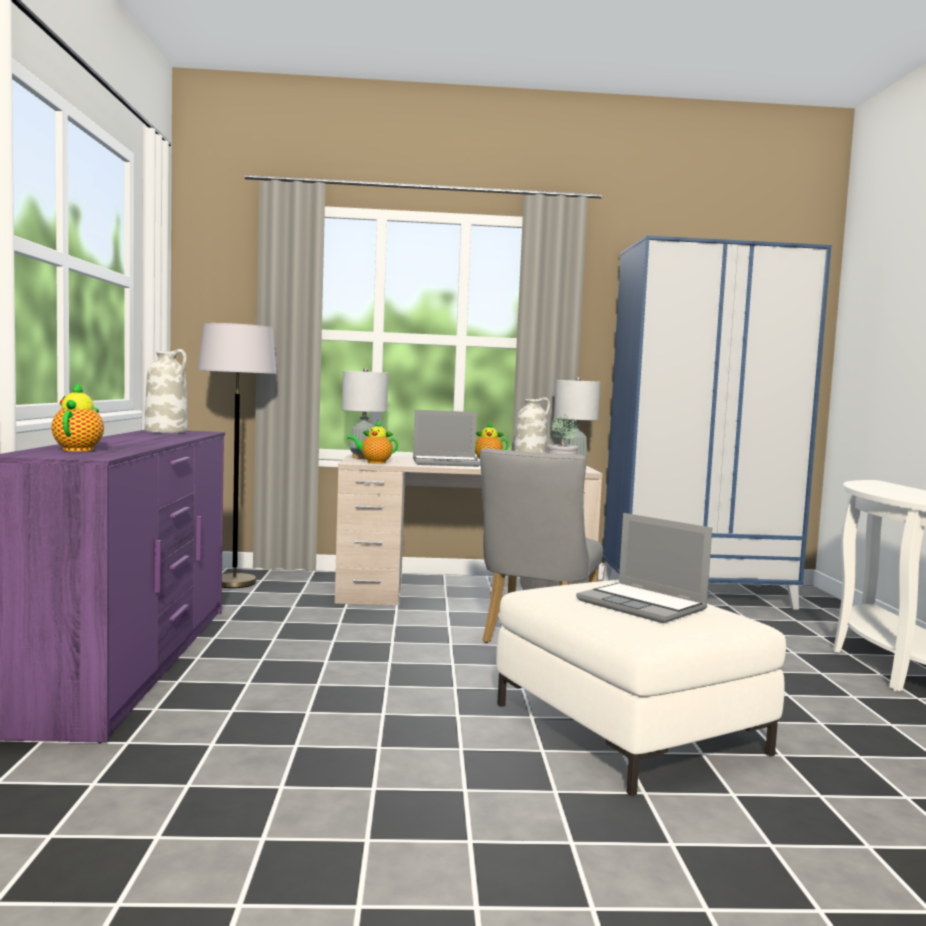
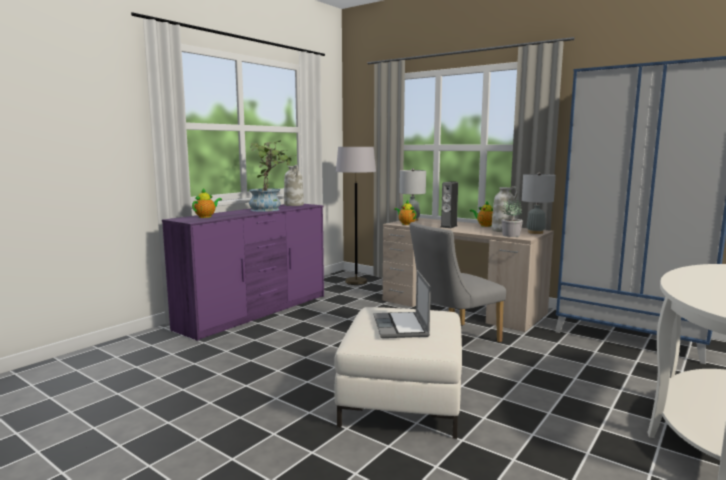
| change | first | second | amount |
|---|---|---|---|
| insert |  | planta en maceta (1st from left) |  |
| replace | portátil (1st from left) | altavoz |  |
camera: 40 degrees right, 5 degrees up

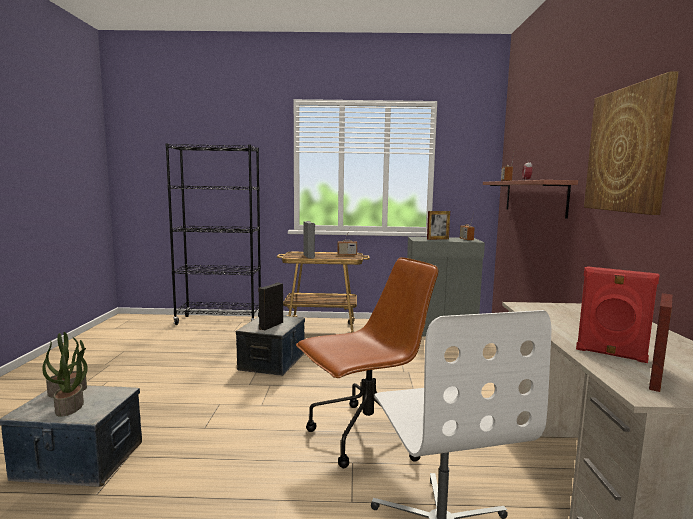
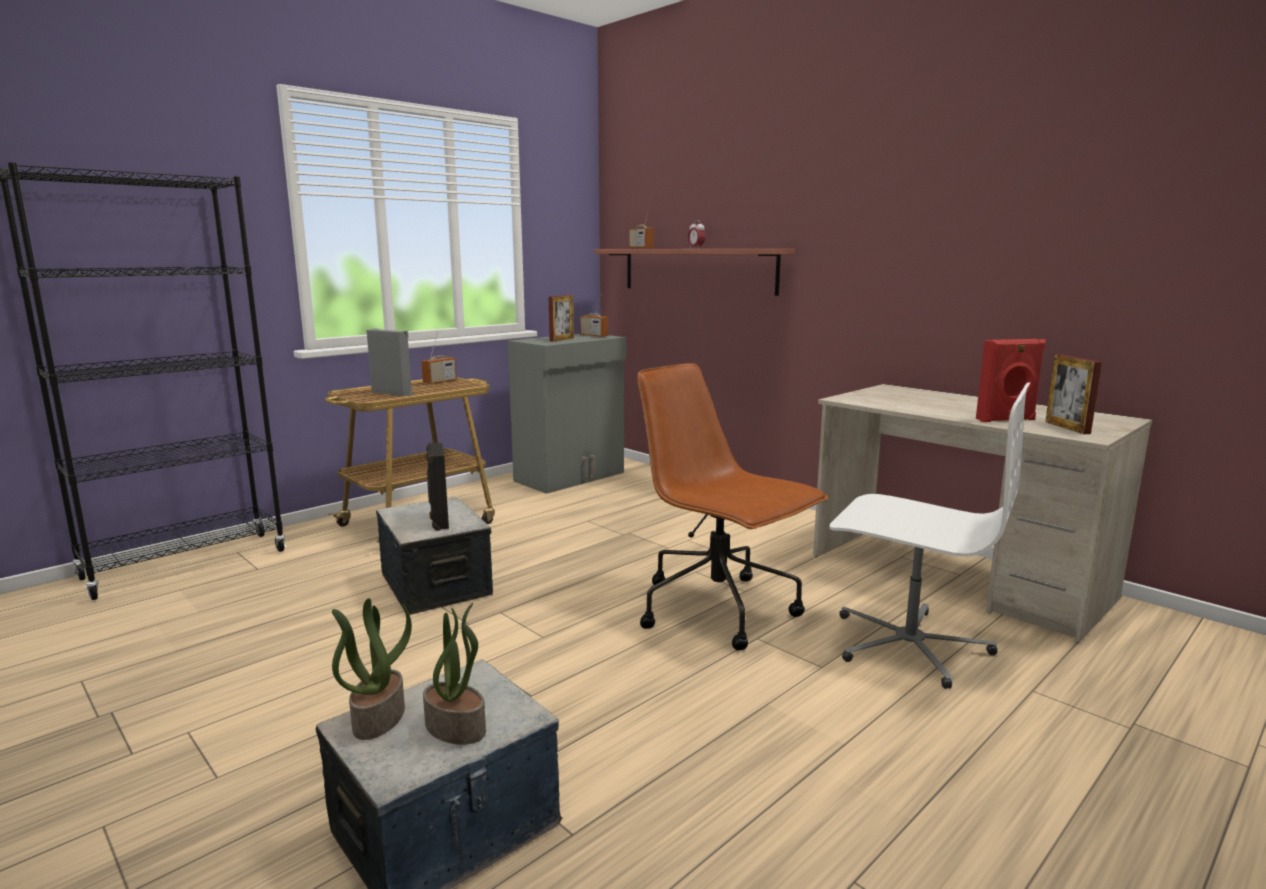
| change | first | second | amount |
|---|---|---|---|
| rotate | silla de oficina [marrón] |  | 60 degrees counterclockwise |
| delete | cuadro |  |  |
camera: 45 degrees left, 5 degrees up

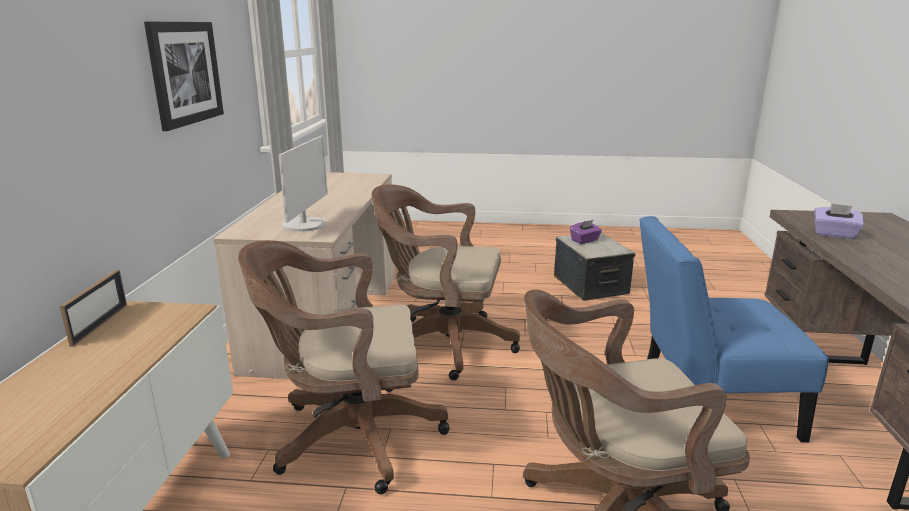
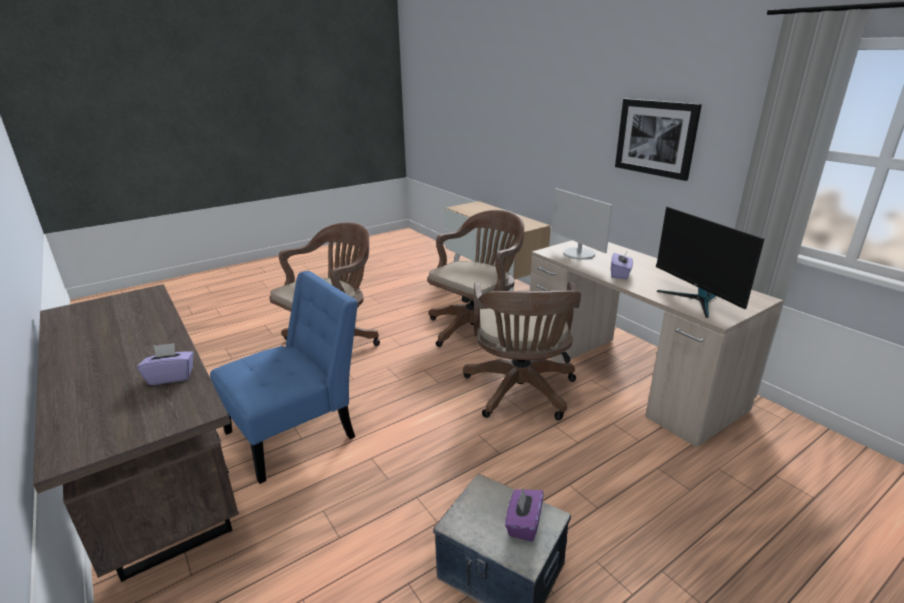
| change | first | second | amount |
|---|---|---|---|
| rotate | silla de oficina [marrón] (2nd from left in the first image) | silla de oficina [marrón] (3rd from left) | 120 degrees clockwise |
| insert |  | caja de pañuelos [morado] (3rd from left) |  |
| insert |  | monitor (2nd from left) |  |
| delete | portarretratos |  |  |
camera: 140 degrees right, 5 degrees up

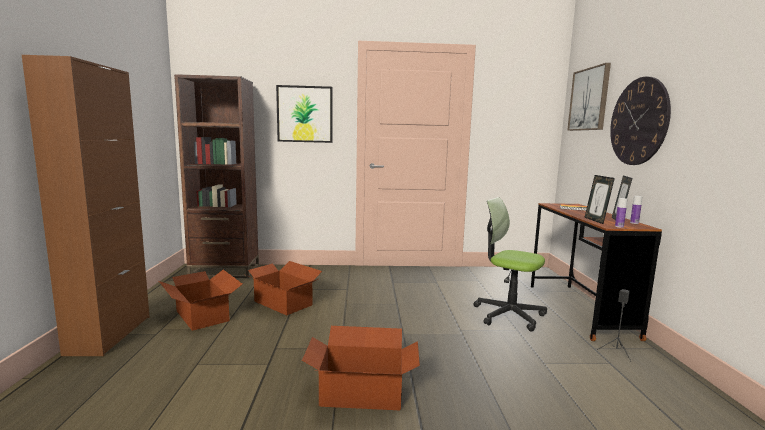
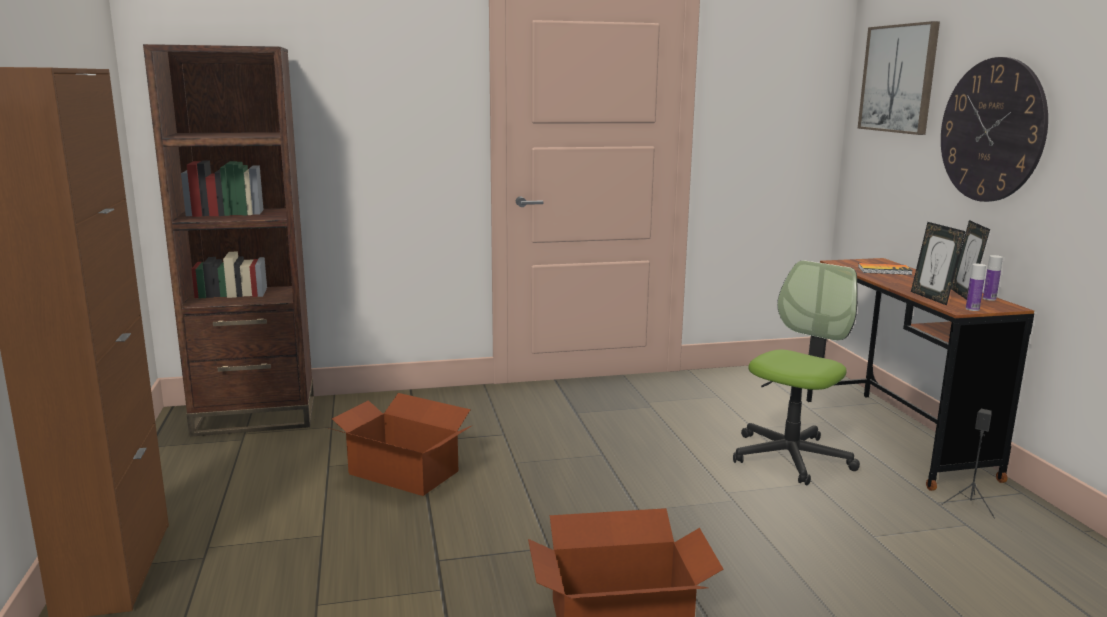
| change | first | second | amount |
|---|---|---|---|
| rotate | silla de oficina |  | 105 degrees clockwise |
| delete | caja de cartón (1st from left) |  |  |
| delete | cuadro (1st from left) |  |  |
camera: 10 degrees left, 5 degrees up

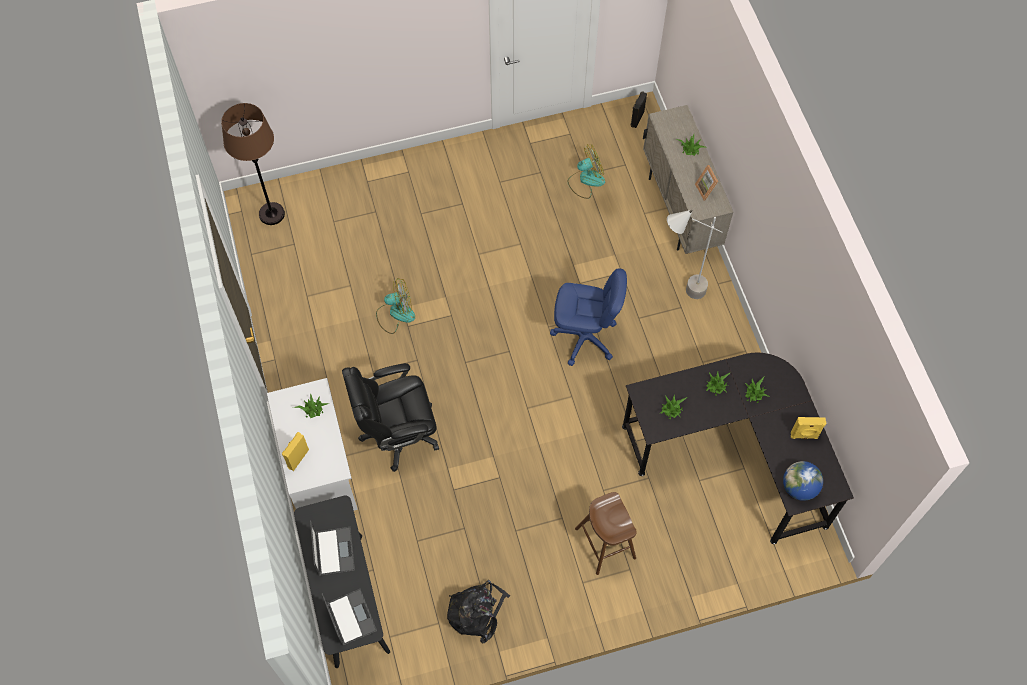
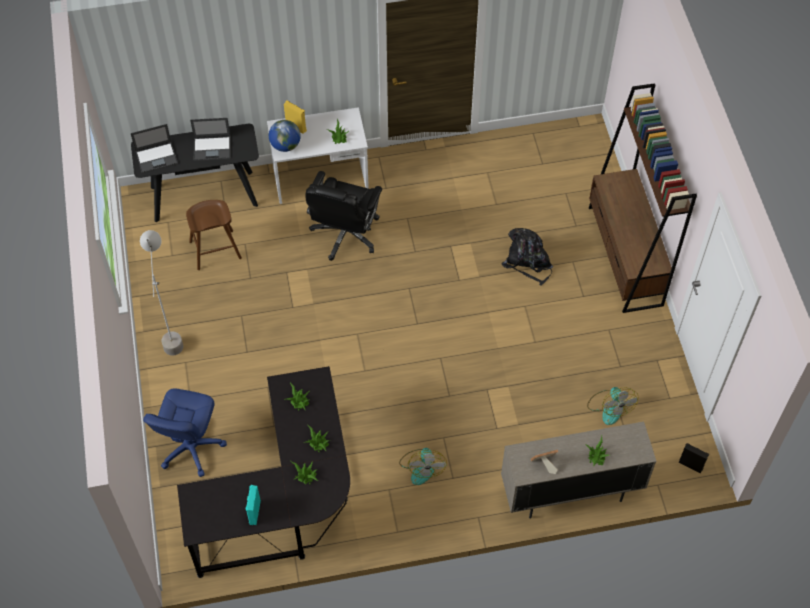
| change | first | second | amount |
|---|---|---|---|
| move | lámpara de pie [gris] |  |  |
| move | silla de oficina [azul] |  |  |
| move | taburete [marrón] |  |  |
| recolor | altavoz [amarillo] (2nd from left) | altavoz [turquesa] |  |
| move | globo terráqueo |  |  |
| rotate | silla de oficina [negro] |  | 150 degrees counterclockwise |
| move | ventilador (1st from left) |  |  |
| move | mochila [negro] |  |  |
| insert |  | estantería [marrón] |  |
| delete | lámpara de pie [marrón] |  |  |
camera: 95 degrees right, 5 degrees down

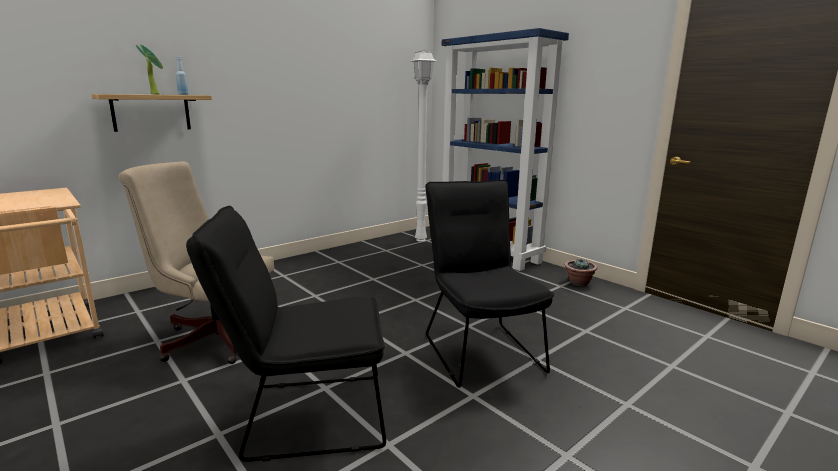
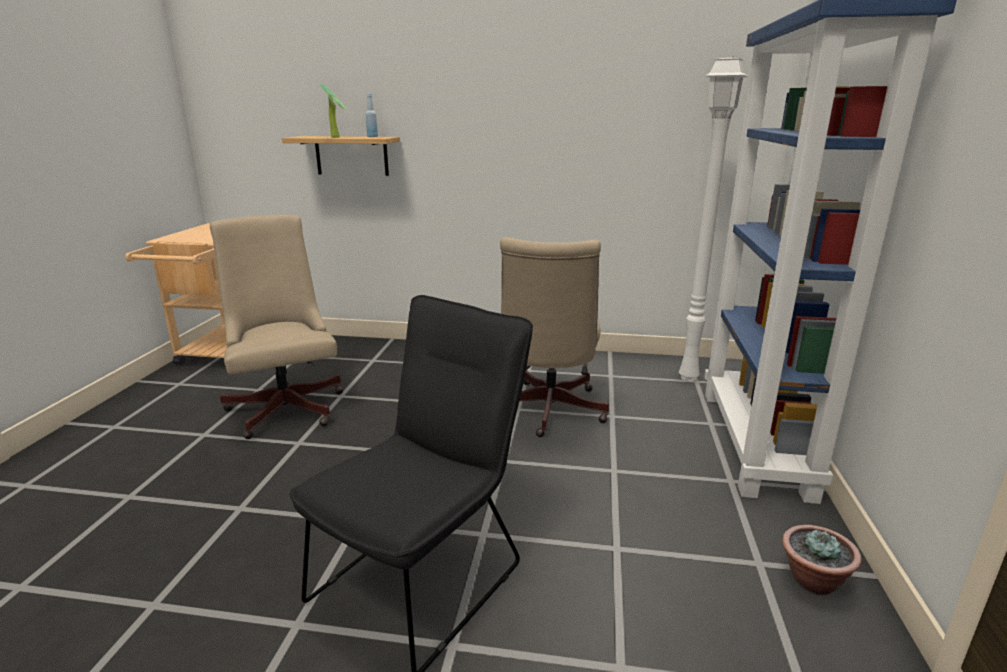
| change | first | second | amount |
|---|---|---|---|
| insert |  | silla de oficina [beis] (2nd from left) |  |
| delete | silla [negro] (1st from left) |  |  |
camera: 50 degrees right, 5 degrees up

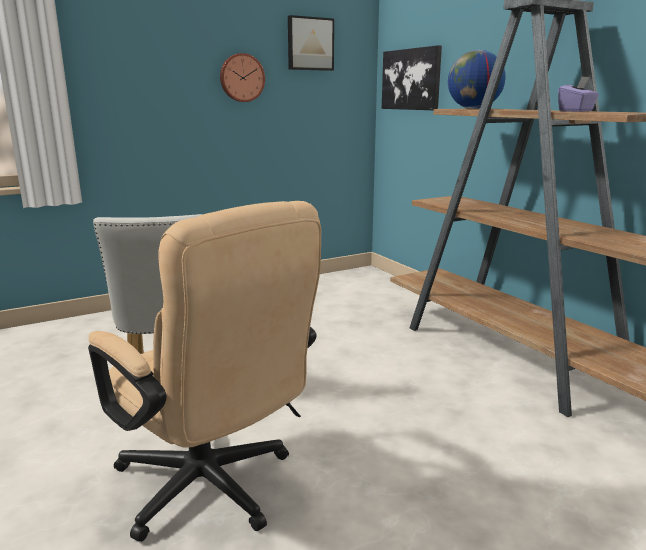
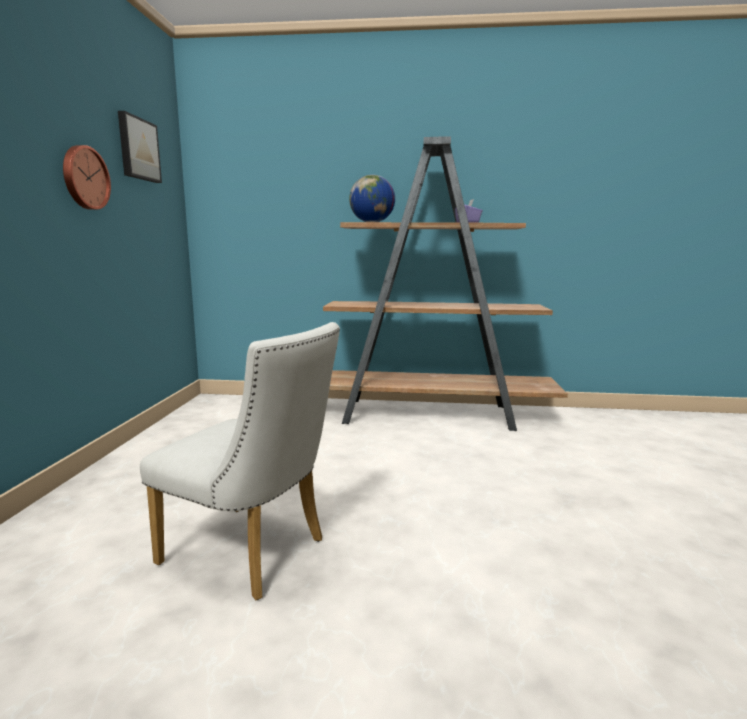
| change | first | second | amount |
|---|---|---|---|
| delete | silla de oficina [beis] |  |  |
| delete | cuadro (2nd from left) |  |  |
camera: 55 degrees left, 5 degrees down

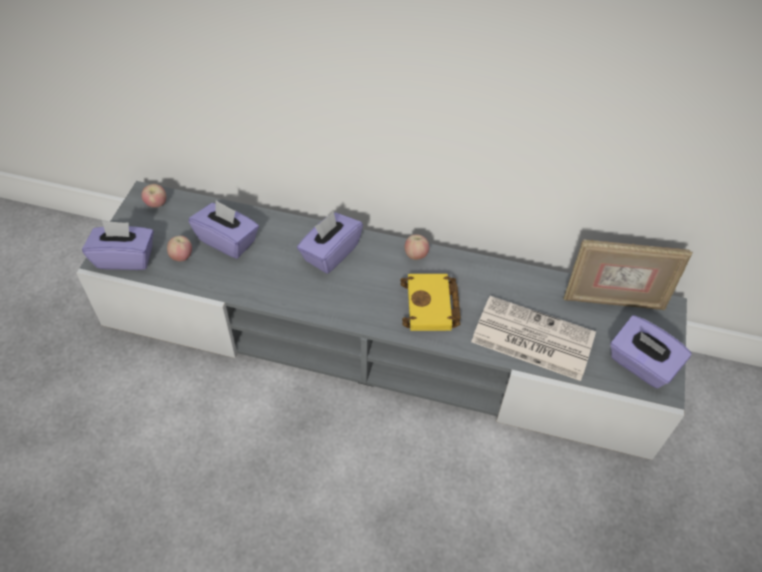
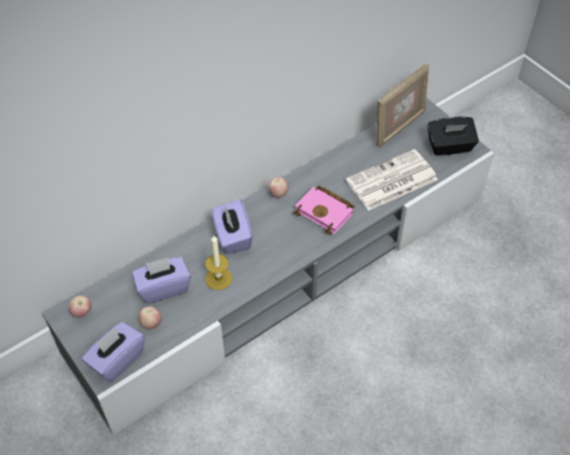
| change | first | second | amount |
|---|---|---|---|
| insert |  | vela |  |
| recolor | libro [amarillo] | libro [rosa] |  |
| recolor | caja de pañuelos [morado] (4th from left) | caja de pañuelos [negro] |  |
camera: 50 degrees left, 0 degrees up

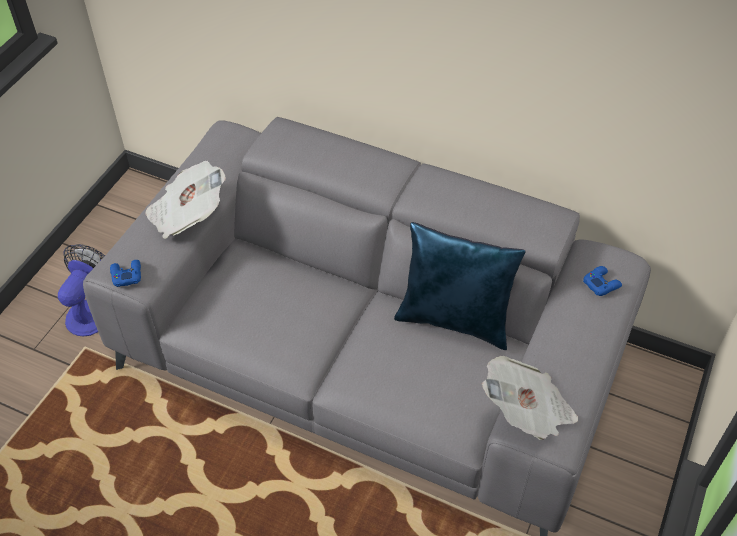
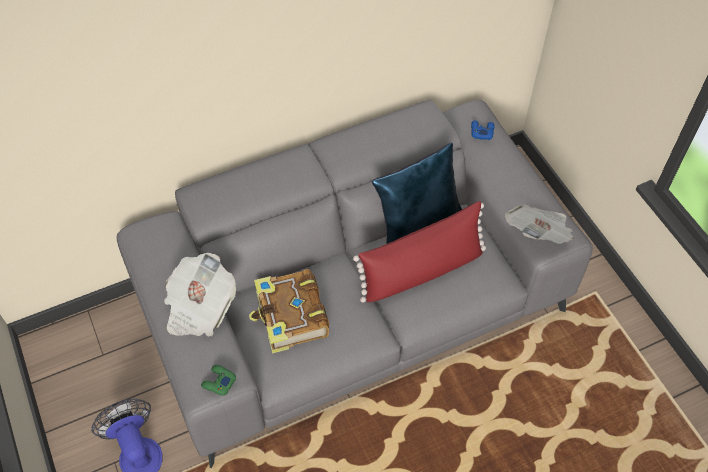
| change | first | second | amount |
|---|---|---|---|
| recolor | mando de consola [azul] (1st from left) | mando de consola [verde] |  |
| insert |  | libro |  |
| insert |  | cojín [rojo] |  |
camera: 50 degrees left, 5 degrees up

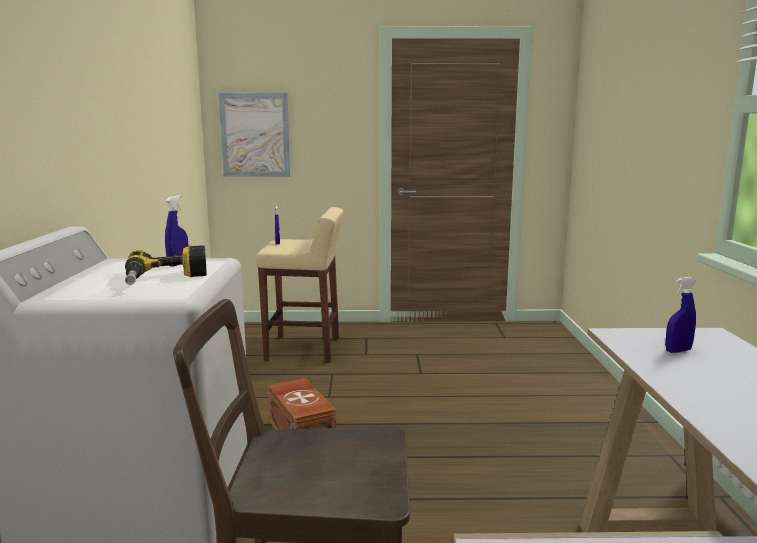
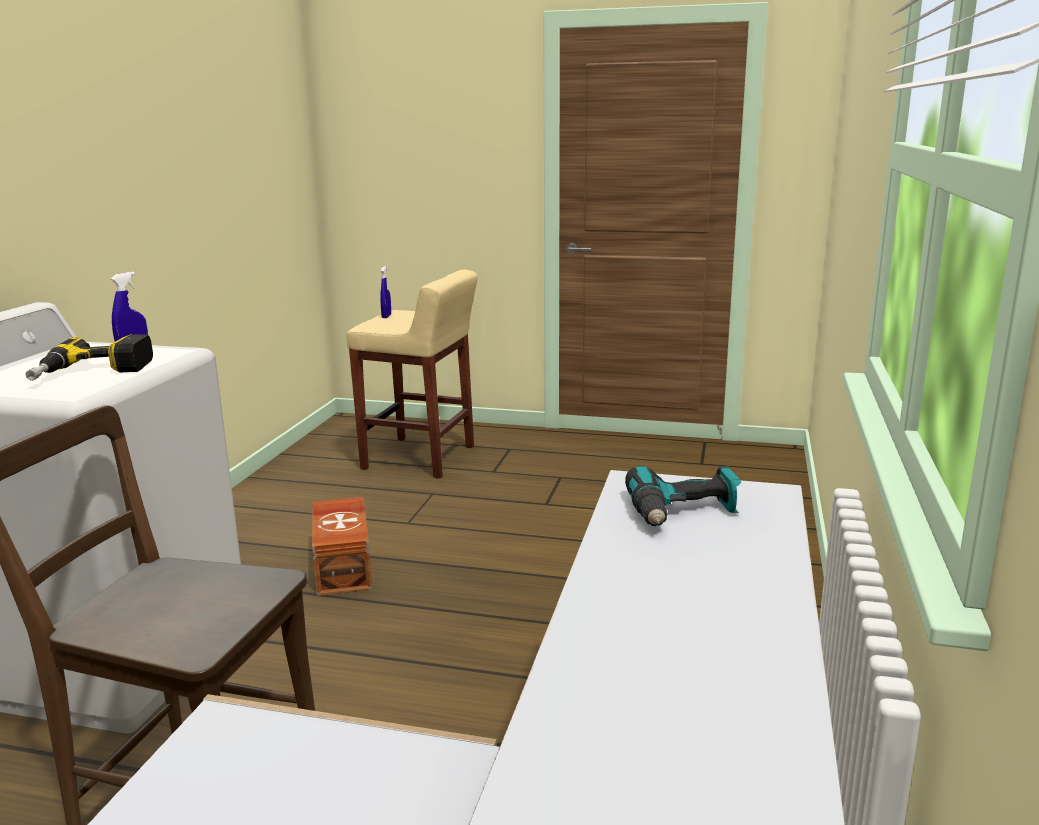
| change | first | second | amount |
|---|---|---|---|
| replace | pulverizador [azul] (3rd from left) | taladro (2nd from left) |  |
| delete | cuadro |  |  |
camera: 15 degrees right, 5 degrees up

